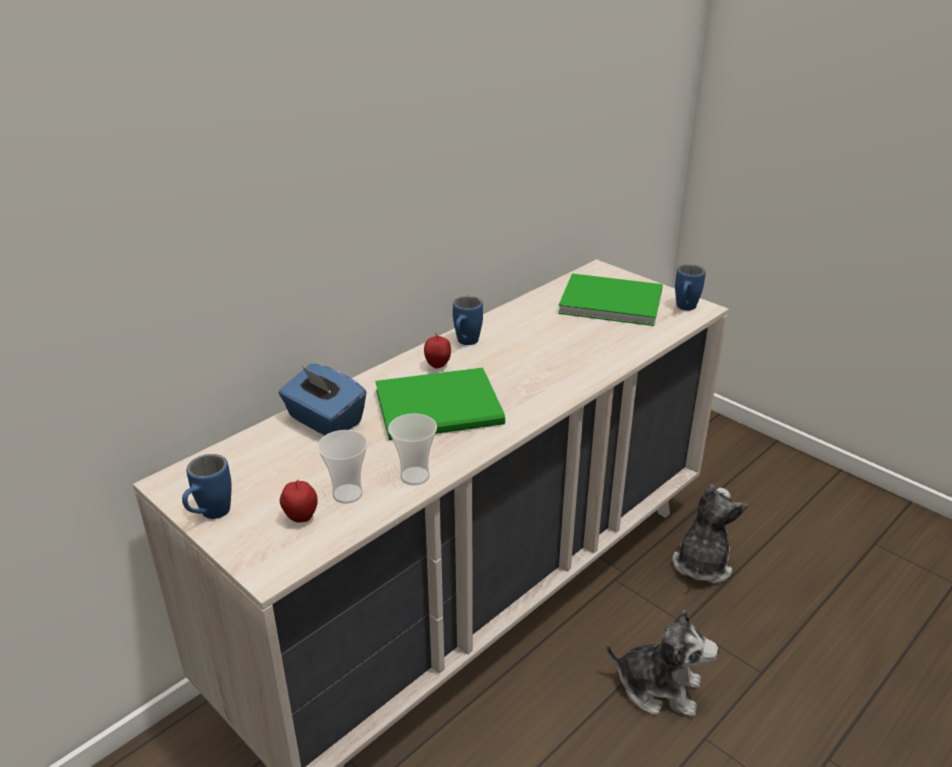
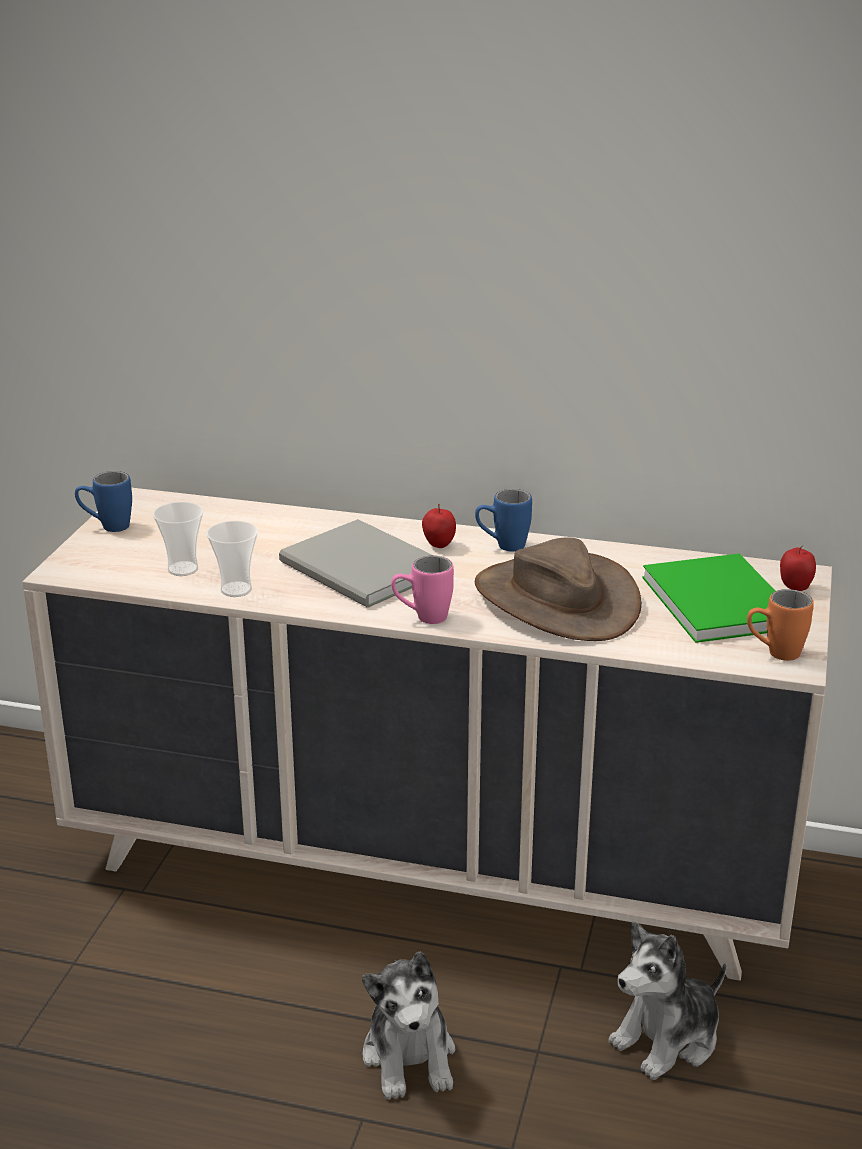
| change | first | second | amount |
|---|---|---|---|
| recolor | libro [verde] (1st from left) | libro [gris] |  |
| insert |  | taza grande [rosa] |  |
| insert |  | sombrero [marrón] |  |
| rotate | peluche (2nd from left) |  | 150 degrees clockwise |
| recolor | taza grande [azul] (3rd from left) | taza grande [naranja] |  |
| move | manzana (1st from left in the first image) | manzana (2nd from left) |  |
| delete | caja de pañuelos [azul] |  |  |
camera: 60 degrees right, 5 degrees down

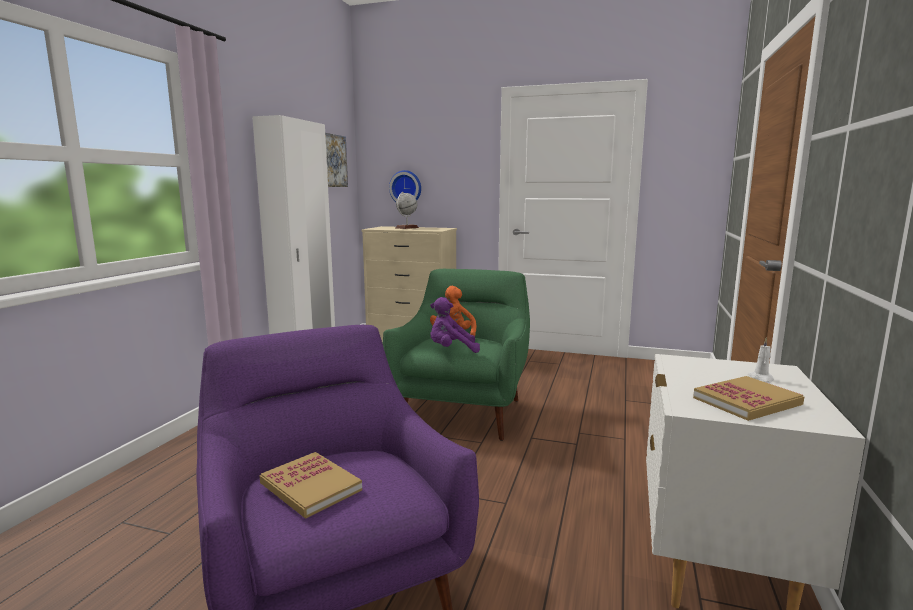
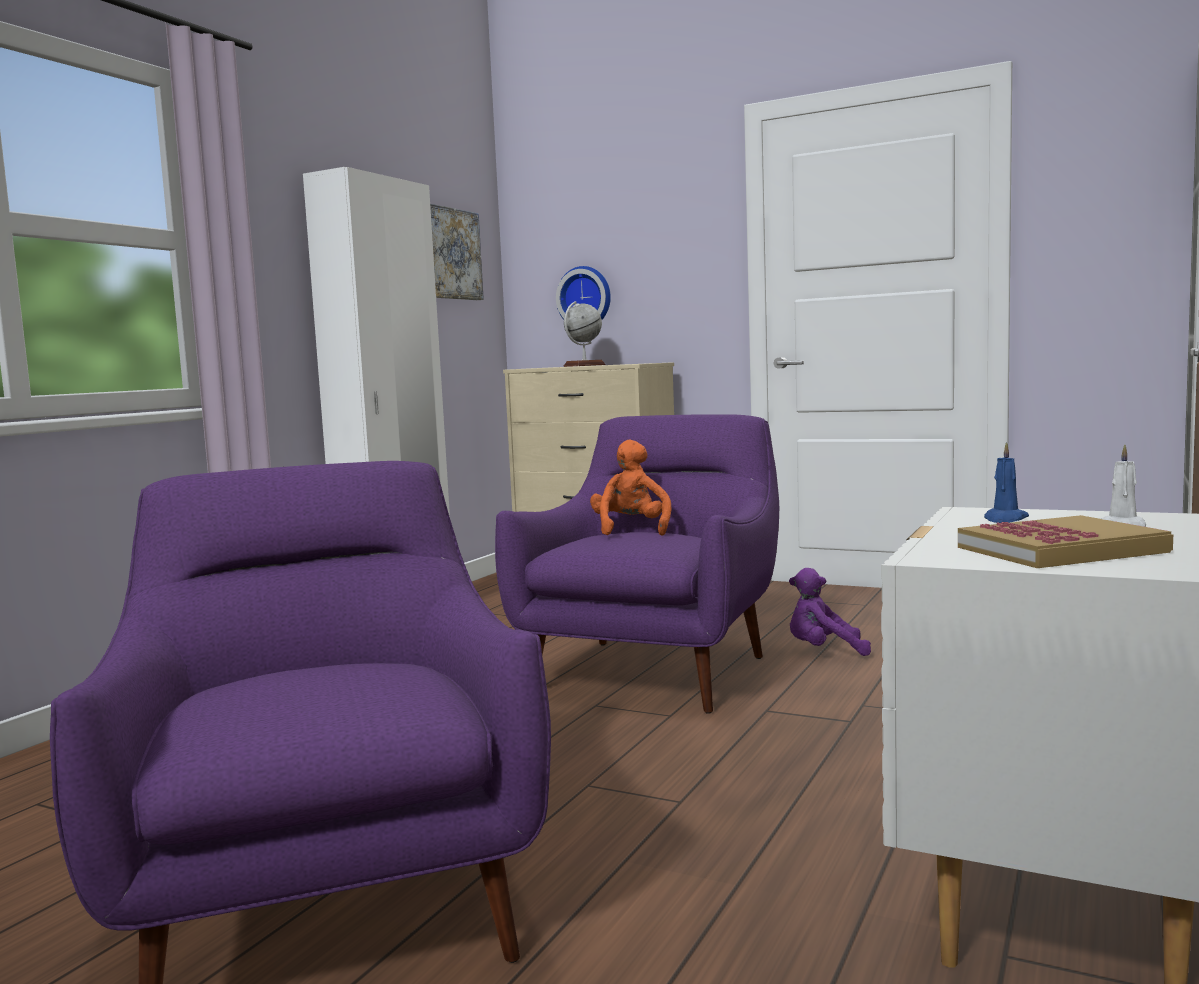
| change | first | second | amount |
|---|---|---|---|
| recolor | sillón [verde] | sillón [morado] (2nd from left) |  |
| move | peluche [morado] |  |  |
| insert |  | vela [azul] |  |
| delete | libro (1st from left) |  |  |
camera: 10 degrees right, 5 degrees down

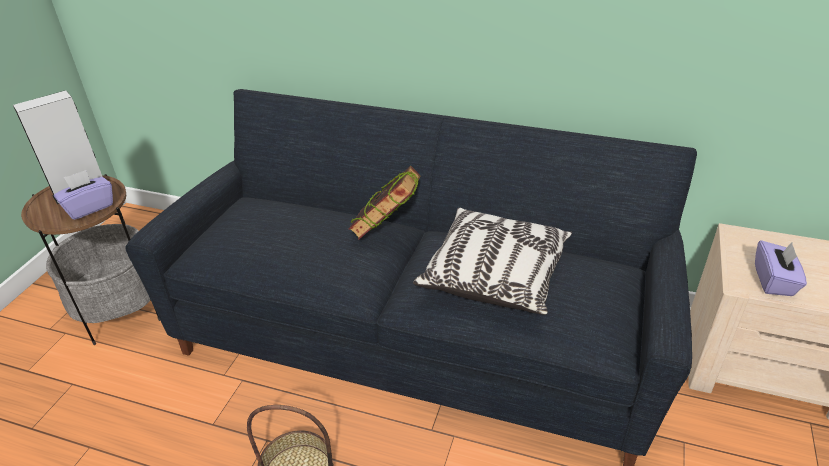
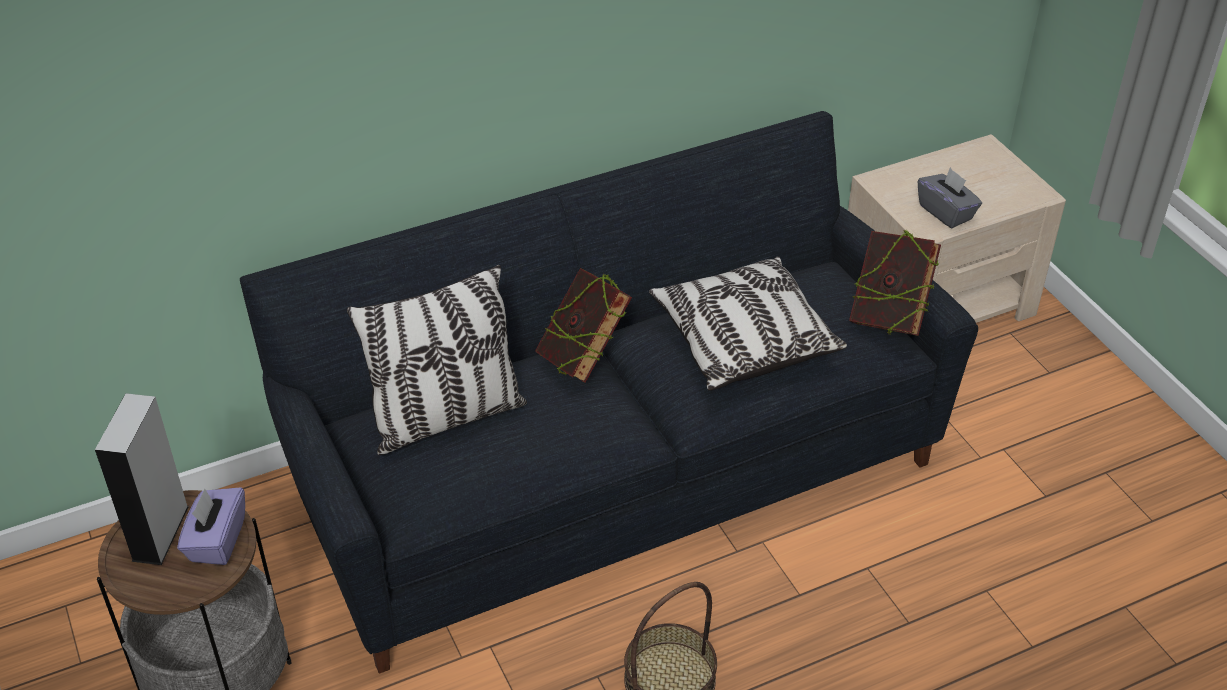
| change | first | second | amount |
|---|---|---|---|
| insert |  | cojín (1st from left) |  |
| insert |  | libro (2nd from left) |  |
| recolor | caja de pañuelos [morado] (2nd from left) | caja de pañuelos [gris] |  |
camera: 45 degrees left, 5 degrees up

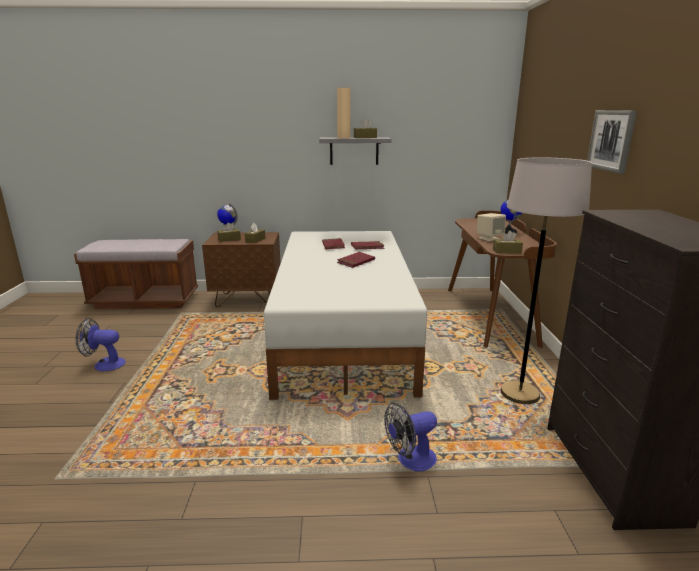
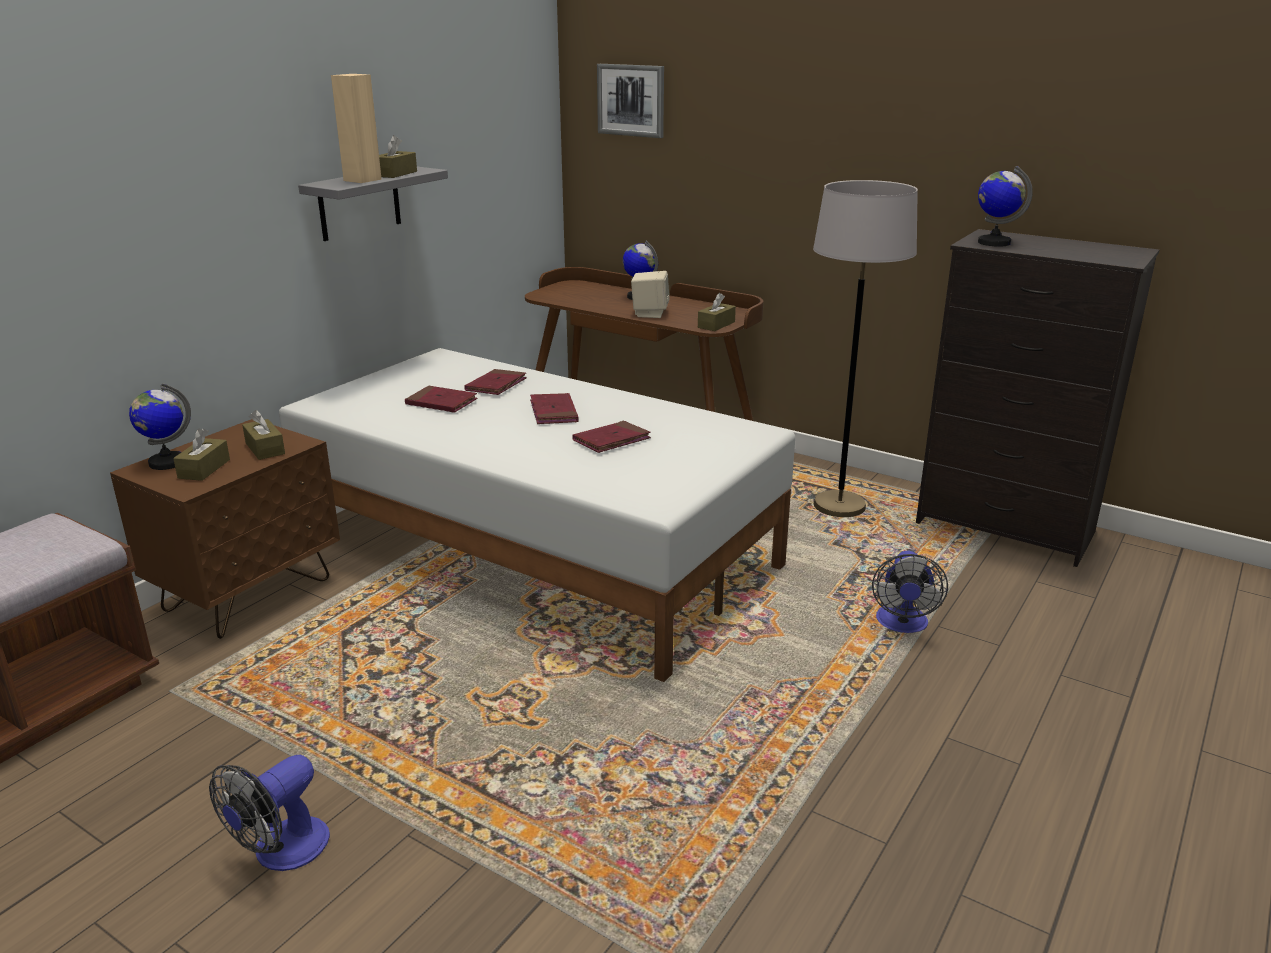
| change | first | second | amount |
|---|---|---|---|
| insert |  | libro [rojo] (4th from left) |  |
| move | cuadro |  |  |
| insert |  | globo terráqueo (3rd from left) |  |
camera: 55 degrees left, 5 degrees up

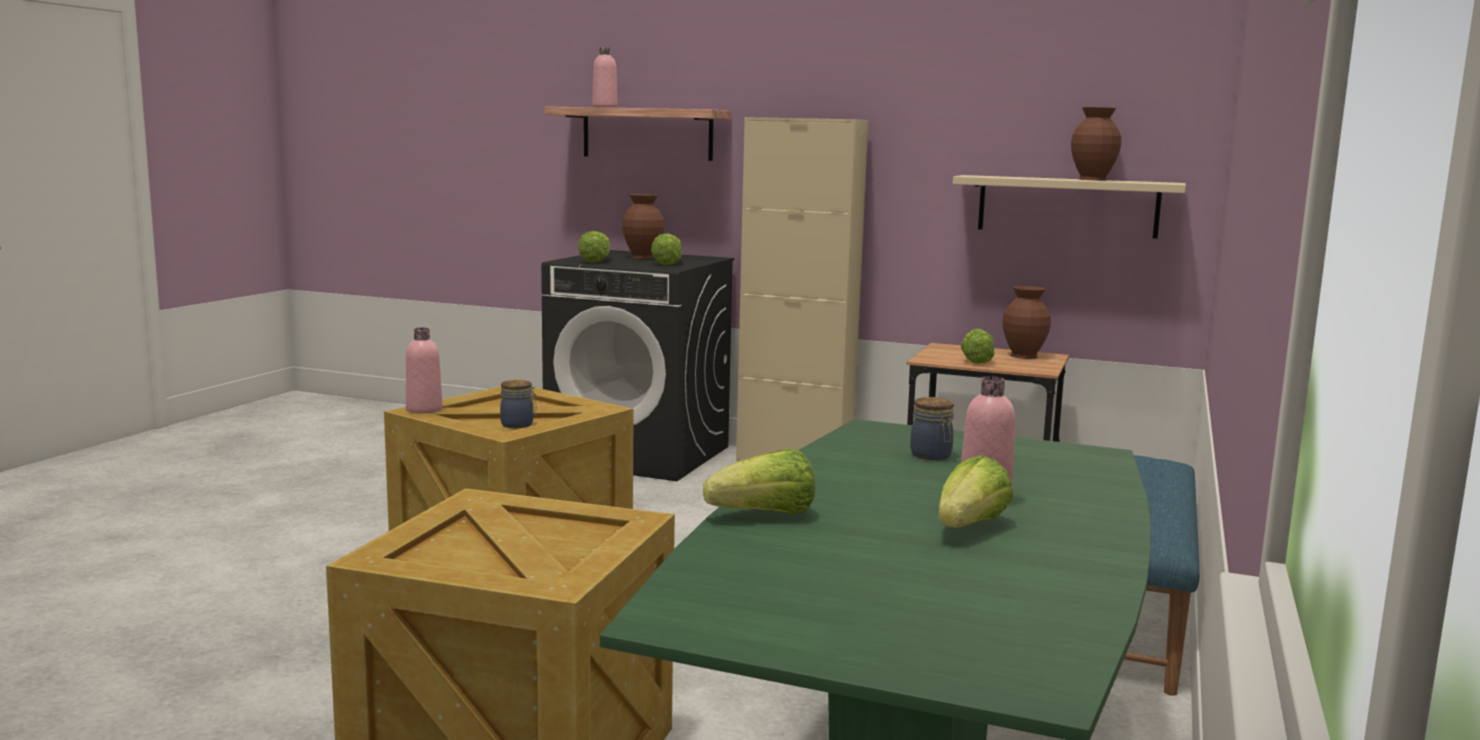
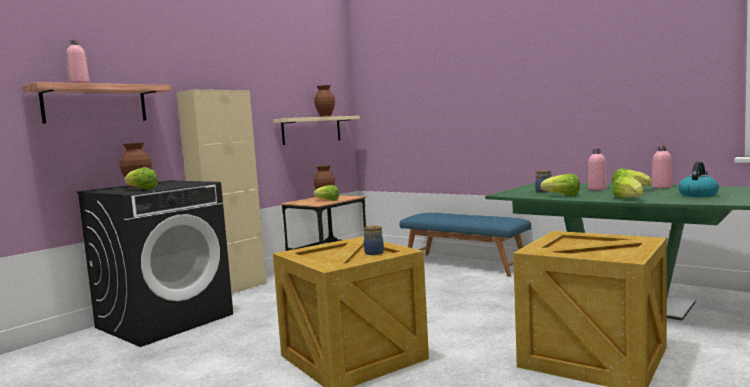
| change | first | second | amount |
|---|---|---|---|
| move | lechuga (2nd from left in the first image) | lechuga (3rd from left) |  |
| move | botella [rosa] (1st from left in the first image) | botella [rosa] (3rd from left) |  |
| insert |  | hervidor |  |
camera: 70 degrees left, 5 degrees down

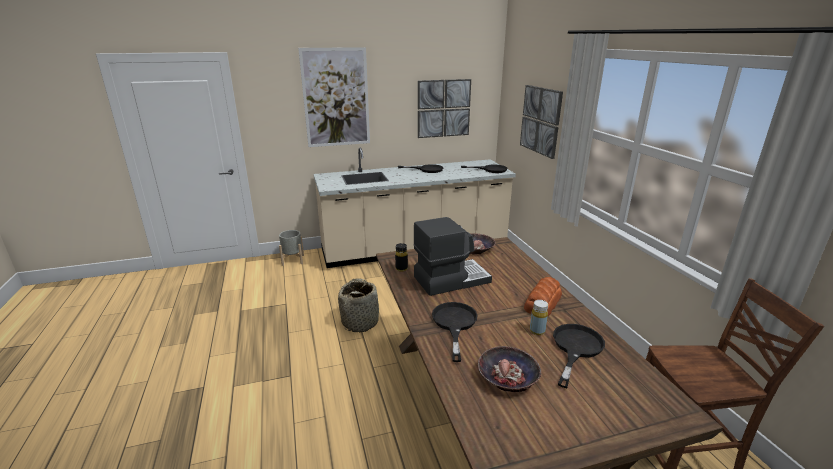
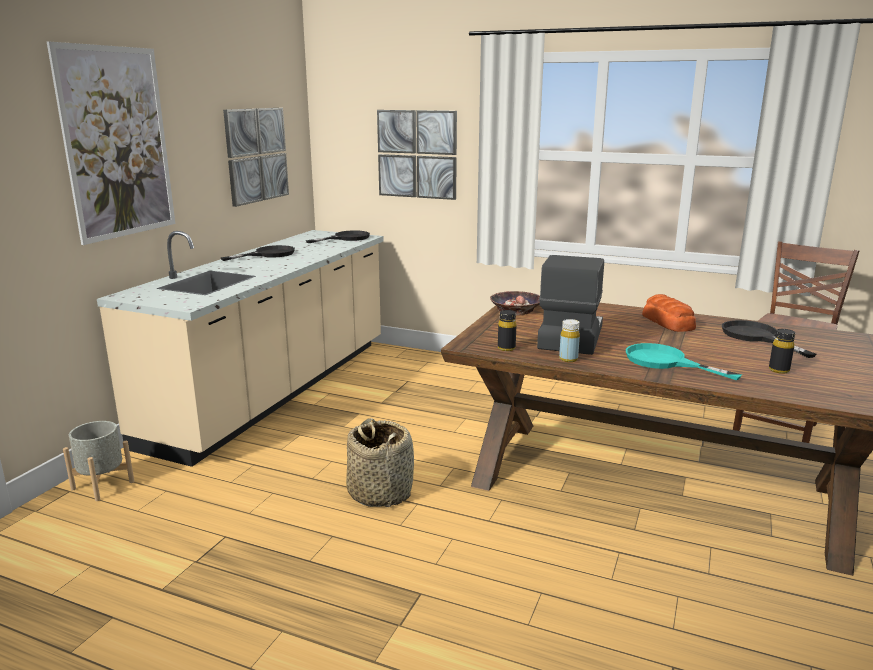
| change | first | second | amount |
|---|---|---|---|
| move | botella [amarillo] |  |  |
| recolor | sartén [negro] (2nd from left) | sartén [turquesa] |  |
| replace | cuenco (2nd from left) | botella [negro] (2nd from left) |  |
camera: 50 degrees left, 5 degrees down

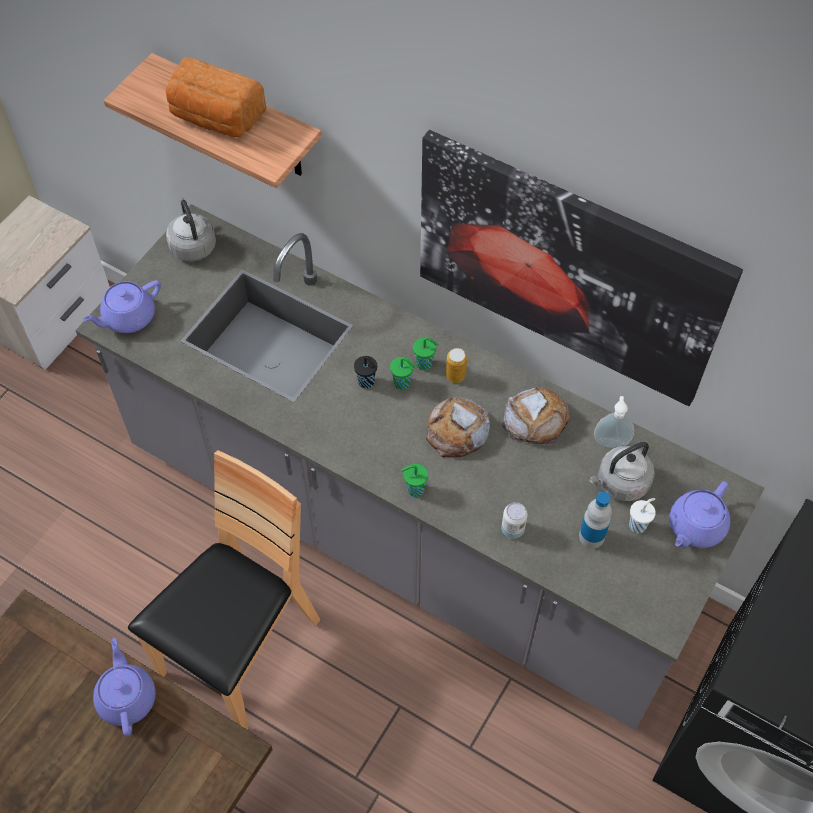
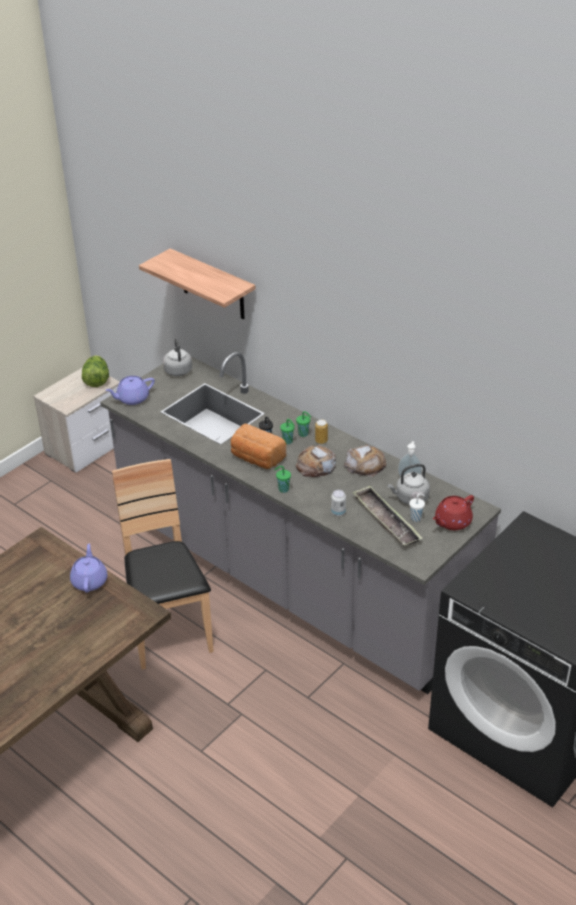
| change | first | second | amount |
|---|---|---|---|
| insert |  | lechuga |  |
| rotate | silla [marrón] |  | 60 degrees counterclockwise |
| move | pan (1st from left) |  |  |
| replace | botella | bandeja |  |
| recolor | tetera [morado] (3rd from left) | tetera [rojo] |  |
| delete | cuadro |  |  |
camera: 10 degrees right, 20 degrees down

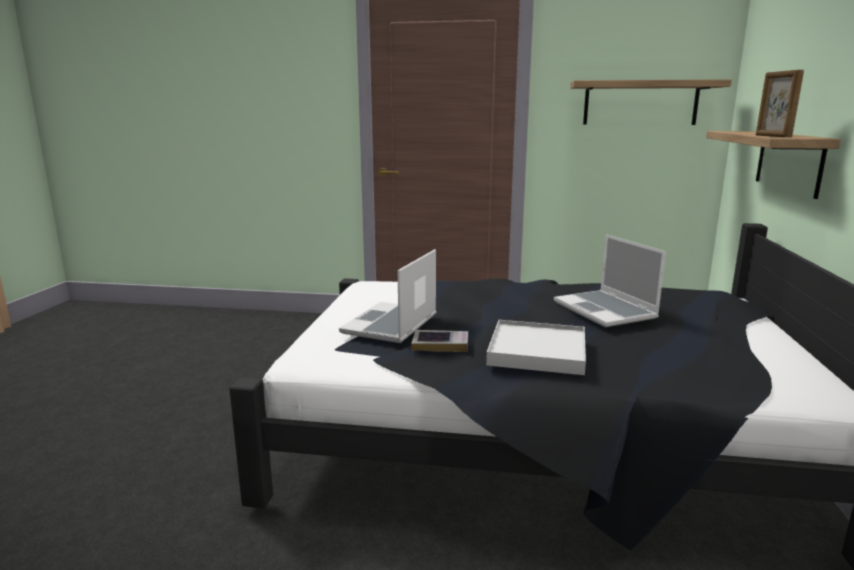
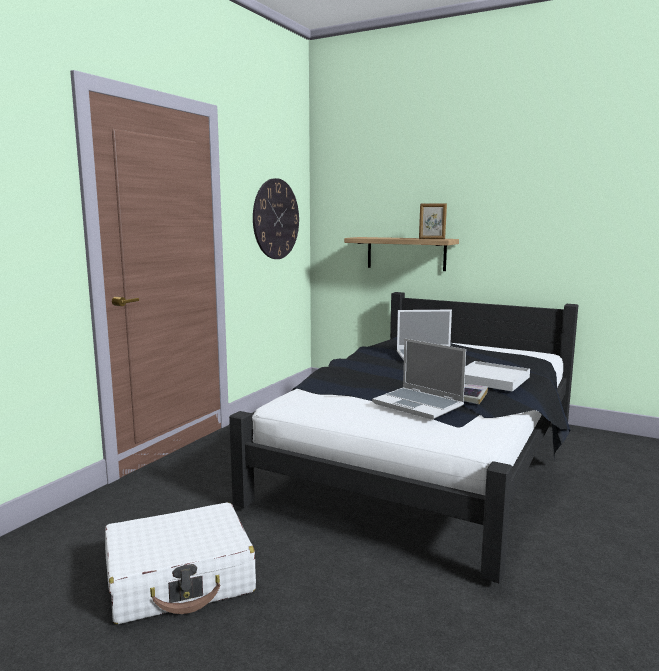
| change | first | second | amount |
|---|---|---|---|
| insert |  | maleta [blanco] |  |
| replace | estante (1st from left) | reloj de pared |  |
camera: 70 degrees left, 5 degrees down

